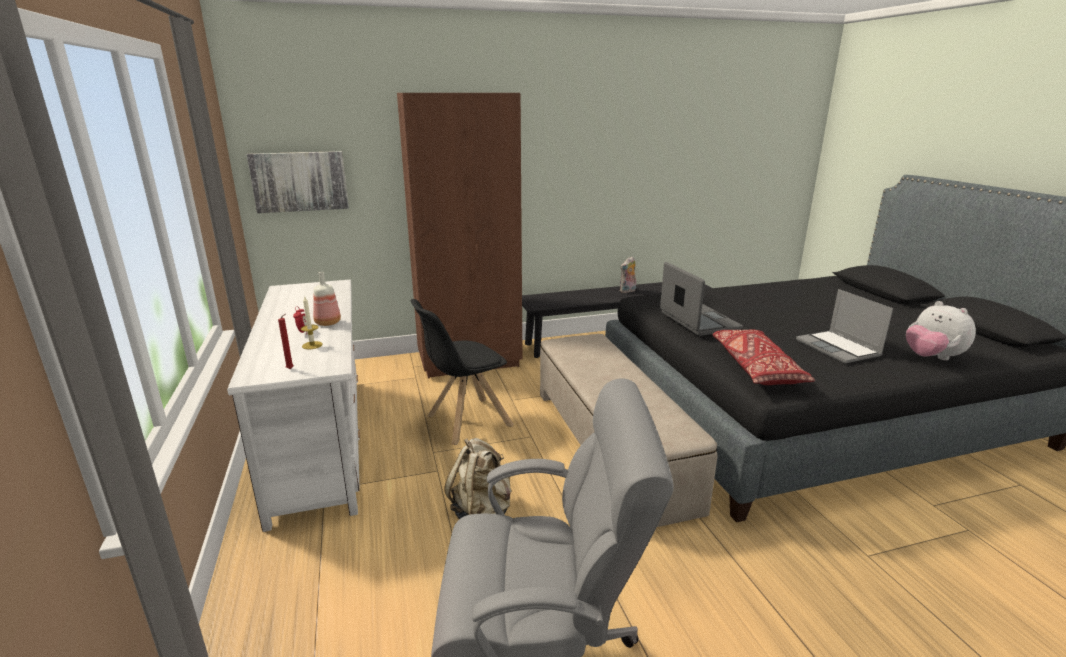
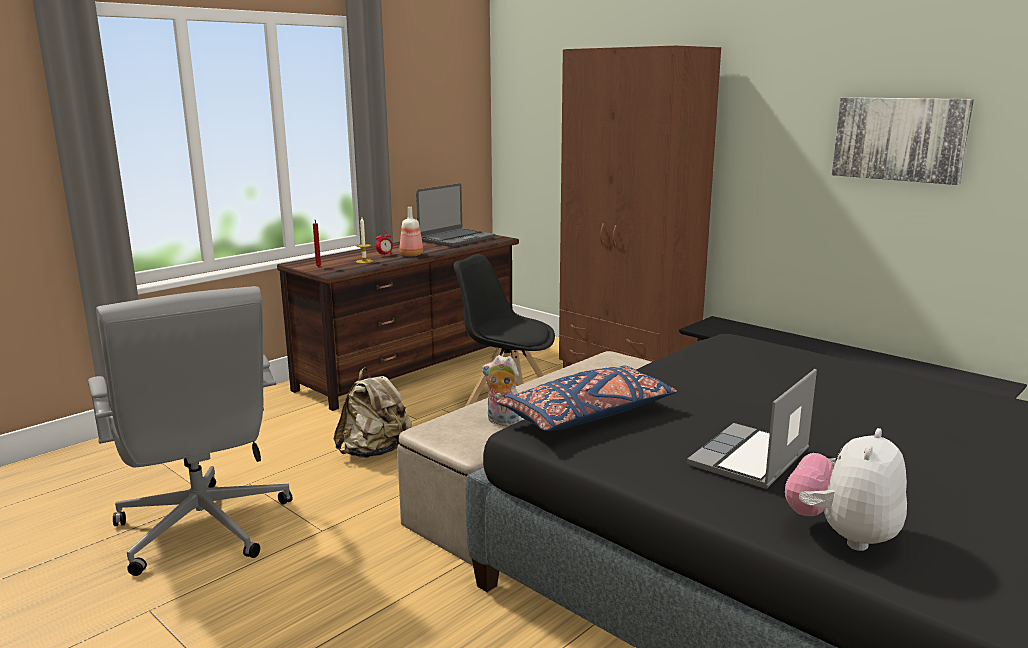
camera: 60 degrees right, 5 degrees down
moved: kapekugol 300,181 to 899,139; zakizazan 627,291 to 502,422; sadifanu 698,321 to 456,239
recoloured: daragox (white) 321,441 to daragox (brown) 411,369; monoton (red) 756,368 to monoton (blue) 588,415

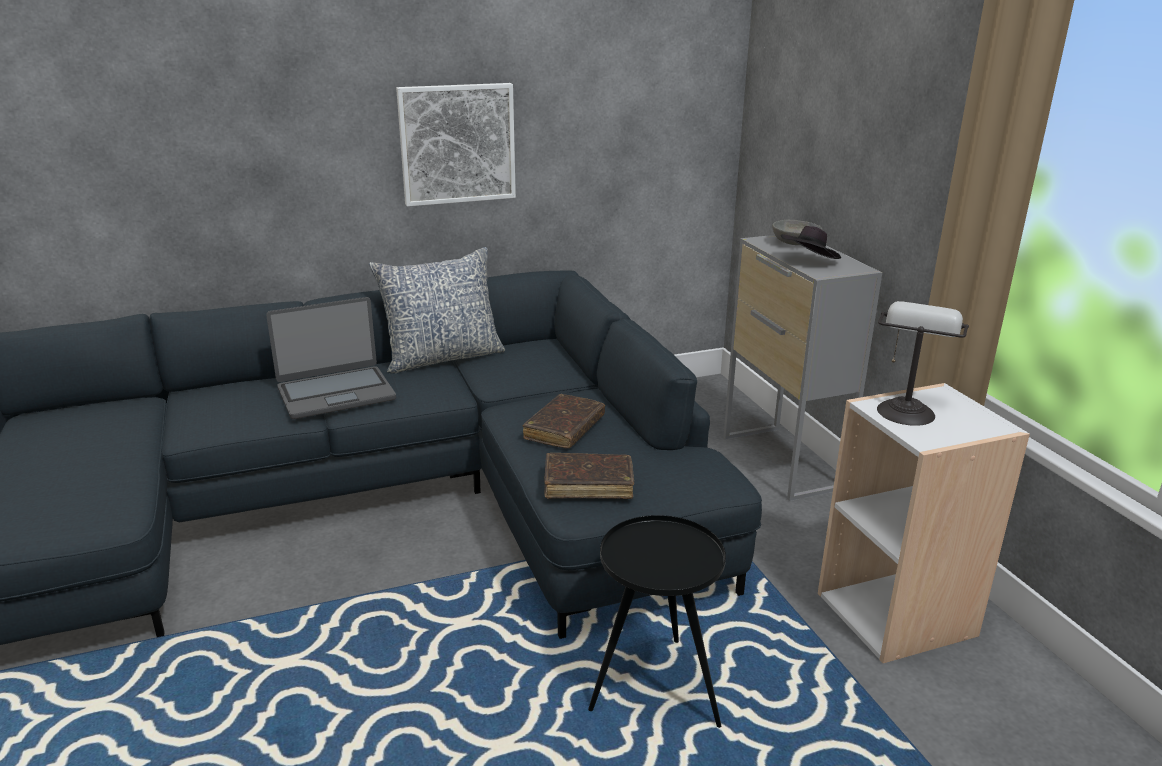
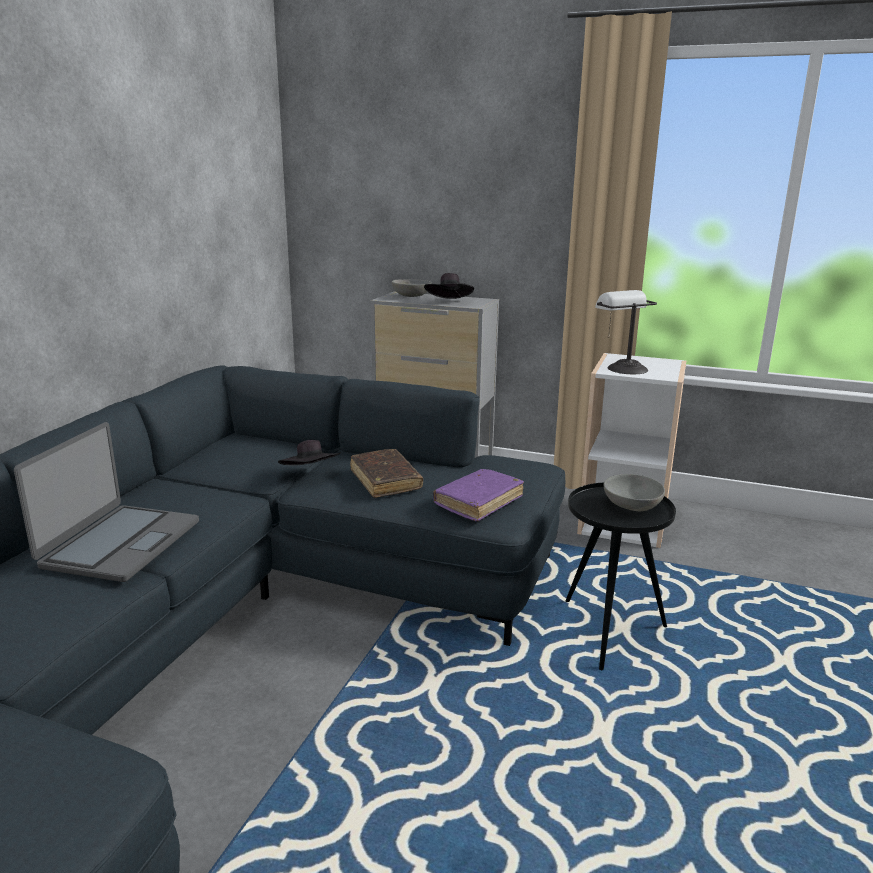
camera: 50 degrees left, 5 degrees down
removed: kapekugol 457,144; monoton 442,357
added: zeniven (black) 311,474; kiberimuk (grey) 631,506
recoloured: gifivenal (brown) 588,484 to gifivenal (purple) 478,502

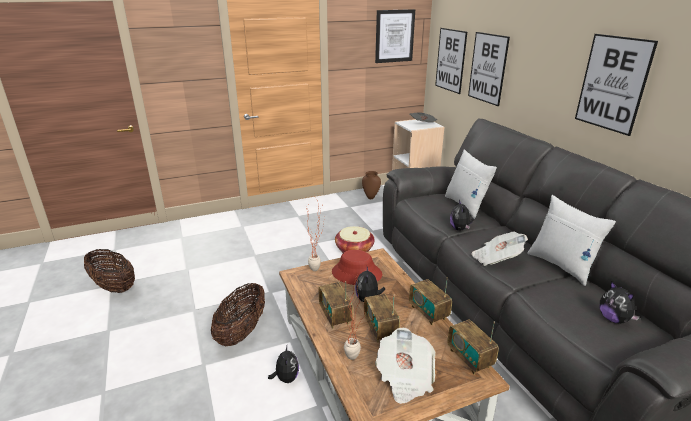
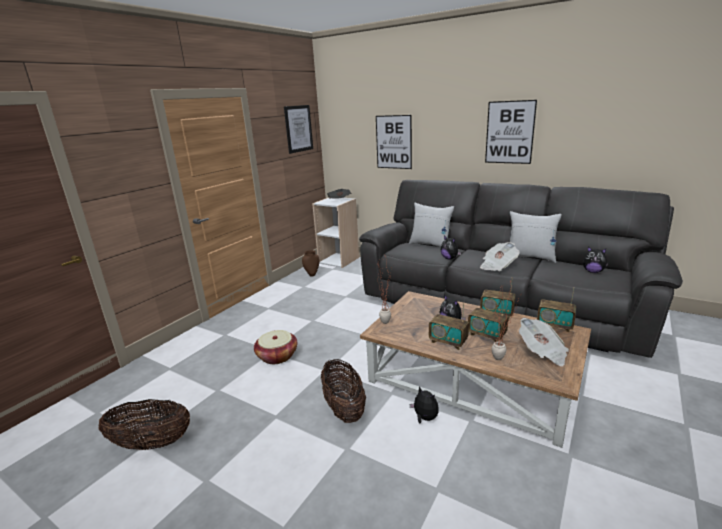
camera: 35 degrees left, 5 degrees down
removed: kapekugol 450,60; zeniven (red) 356,273
moved: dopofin 354,250 to 277,356

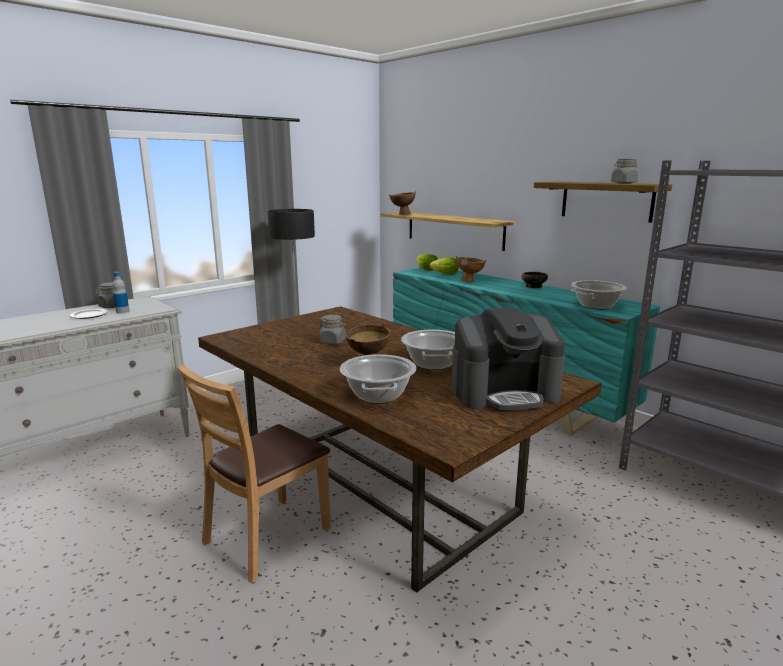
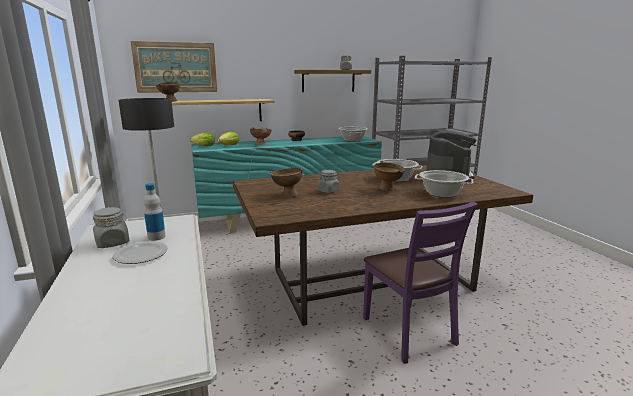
camera: 65 degrees left, 0 degrees up
added: kapekugol 176,67; kiberimuk (brown) 286,195
recoloured: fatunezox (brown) 266,537 to fatunezox (purple) 408,332

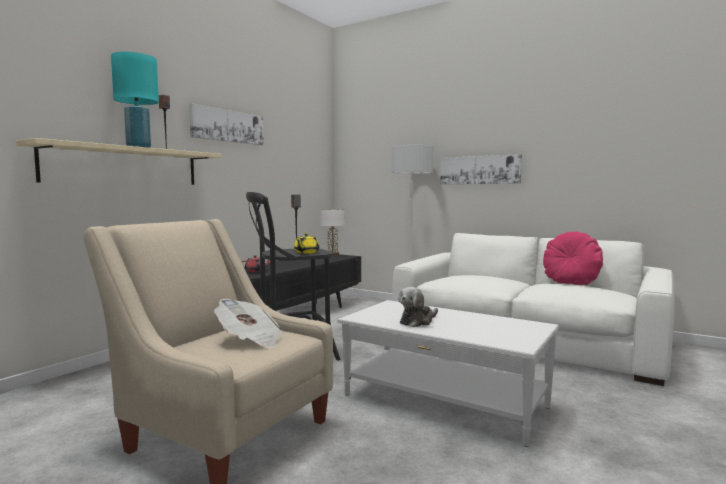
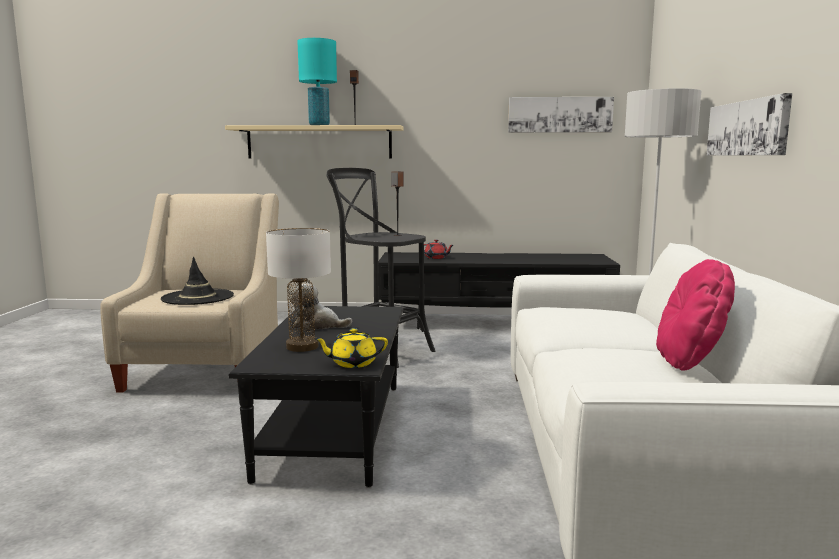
camera: 60 degrees right, 5 degrees up
moved: kapekugol 227,126 to 560,115; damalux 333,255 to 302,347; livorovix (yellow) 306,253 to 352,363
replaced: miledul 250,340 to zeniven (black) 198,297
recoloured: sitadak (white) 445,401 to sitadak (black) 334,429

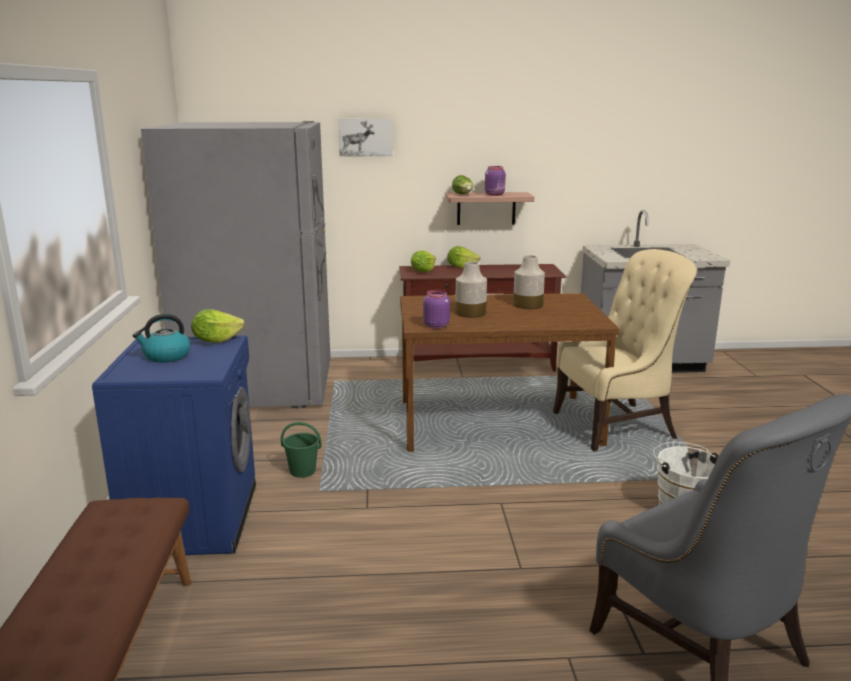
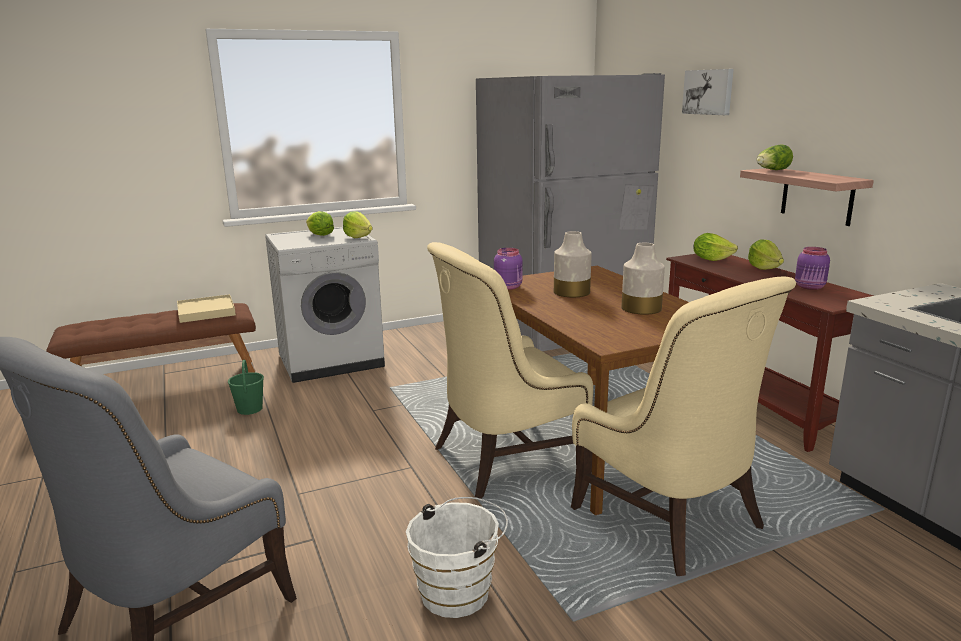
camera: 70 degrees right, 0 degrees up
added: fatunezox (beige) 505,459; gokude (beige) 206,311
moved: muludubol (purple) 495,194 to 810,287; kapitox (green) 303,471 to 249,409
replaced: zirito 166,356 to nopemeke 320,235
recoloured: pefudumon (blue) 197,519 to pefudumon (white) 332,362

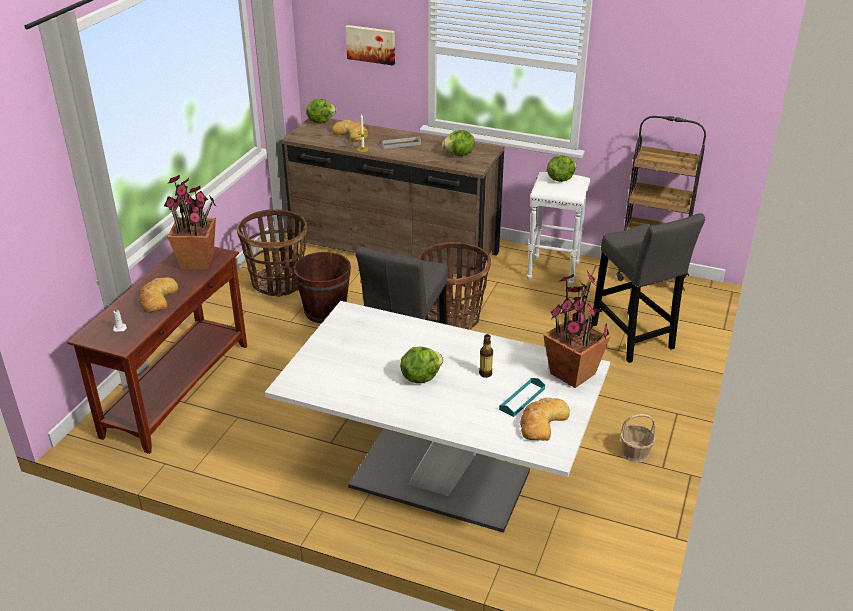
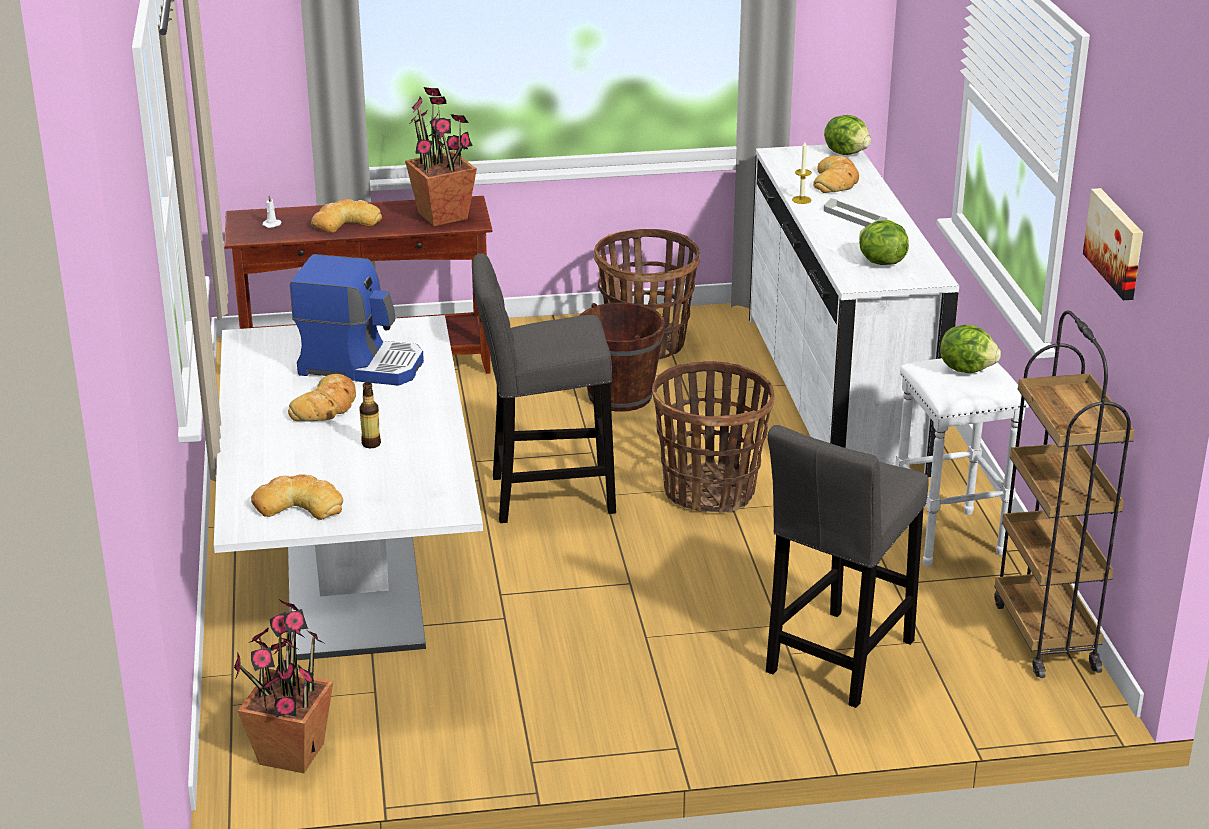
camera: 60 degrees right, 5 degrees down
removed: gokude (turquoise) 522,399; dopofin 635,452
added: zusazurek 361,364
moved: kapekugol 371,44 to 1117,243; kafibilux 572,374 to 290,754
replaced: nopemeke 420,377 to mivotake 327,406
recoloured: daragox (brown) 395,248 to daragox (white) 836,393

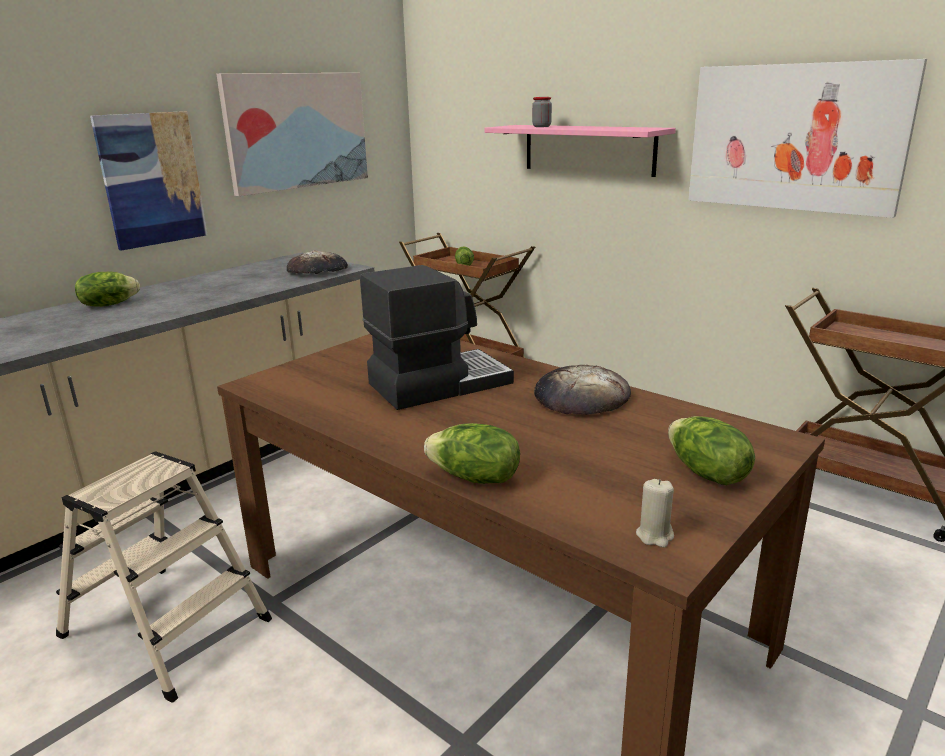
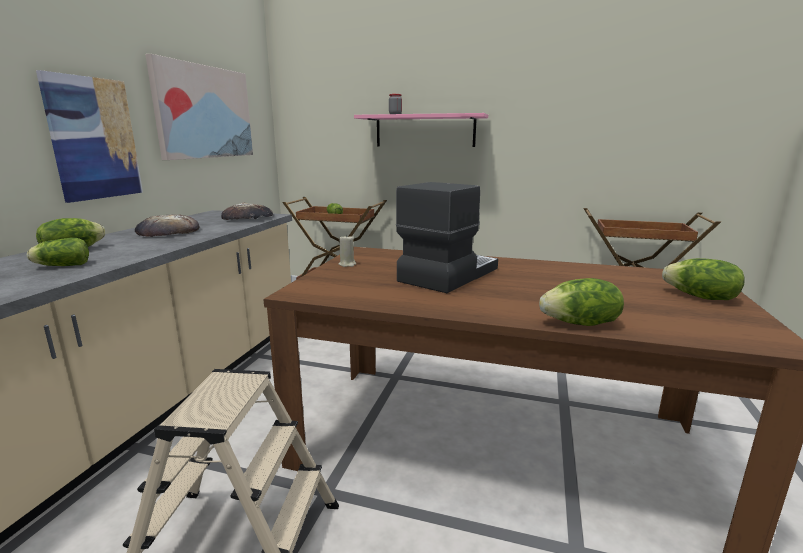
camera: 25 degrees left, 5 degrees down
removed: kapekugol 794,137
added: nopemeke 61,266
moved: mivotake 581,397 to 168,231; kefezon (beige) 655,535 to 347,264

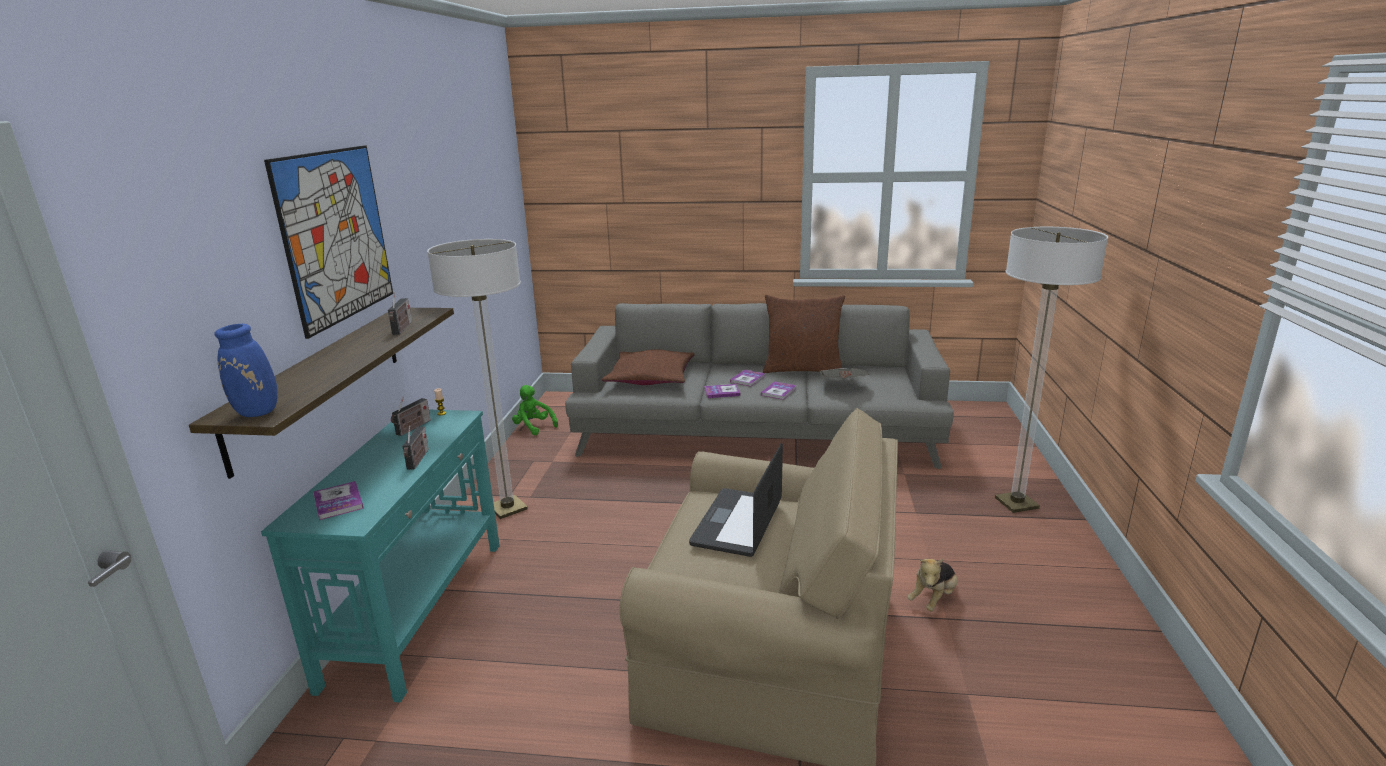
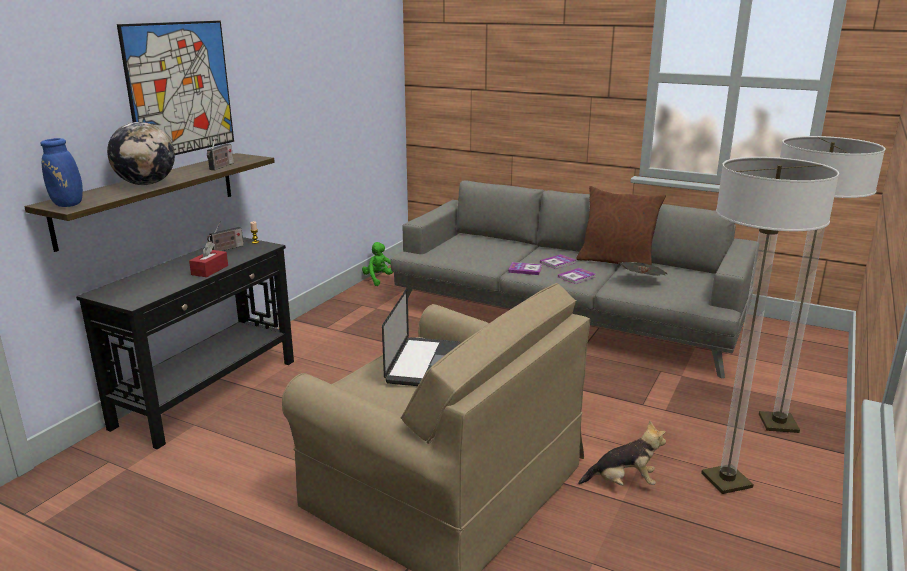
camera: 20 degrees right, 0 degrees up
removed: monoton (brown) 650,378; gifivenal 338,502
added: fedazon 146,184
moved: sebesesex 508,508 to 726,481
replaced: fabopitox 418,460 to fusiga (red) 210,270
recoloured: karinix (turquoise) 419,609 to karinix (black) 209,392
turned: sadifanu 737,523 = 424,364 150 degrees clockwise; zakizazan 933,599 = 623,483 150 degrees counterclockwise

